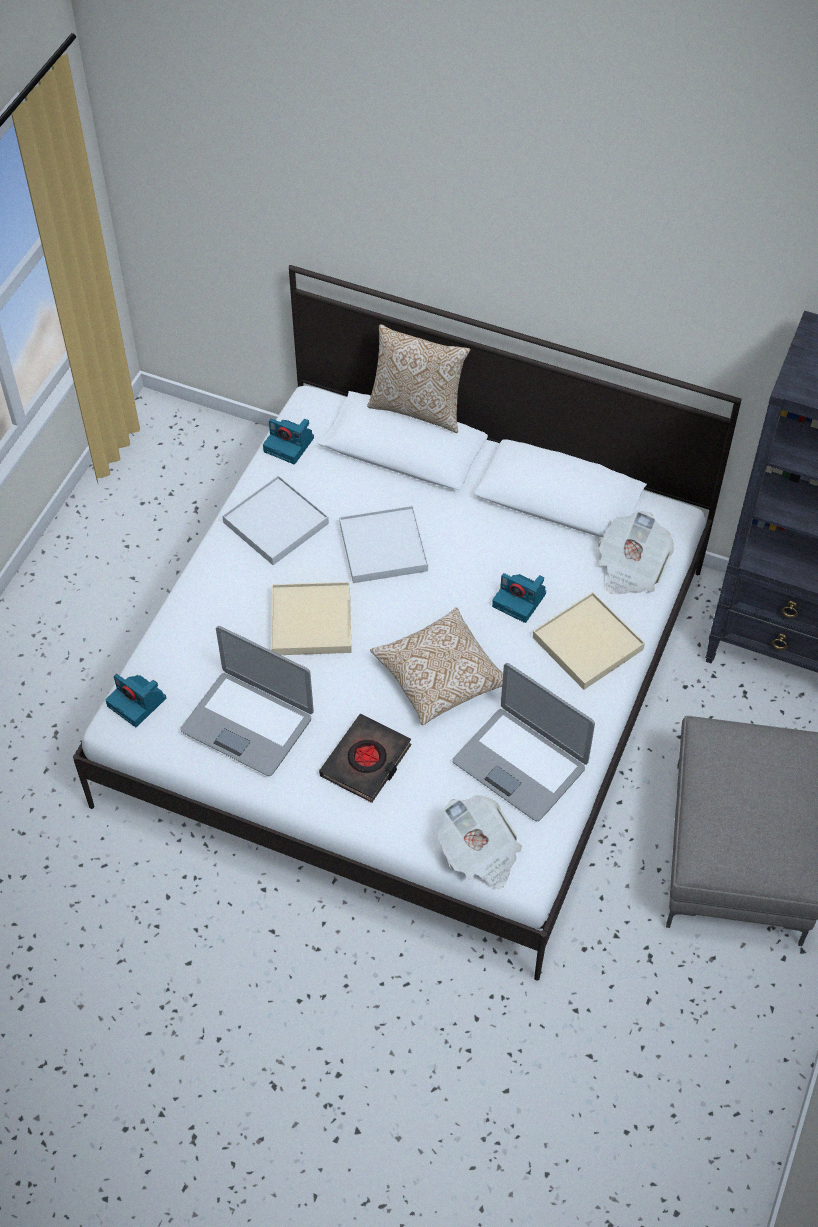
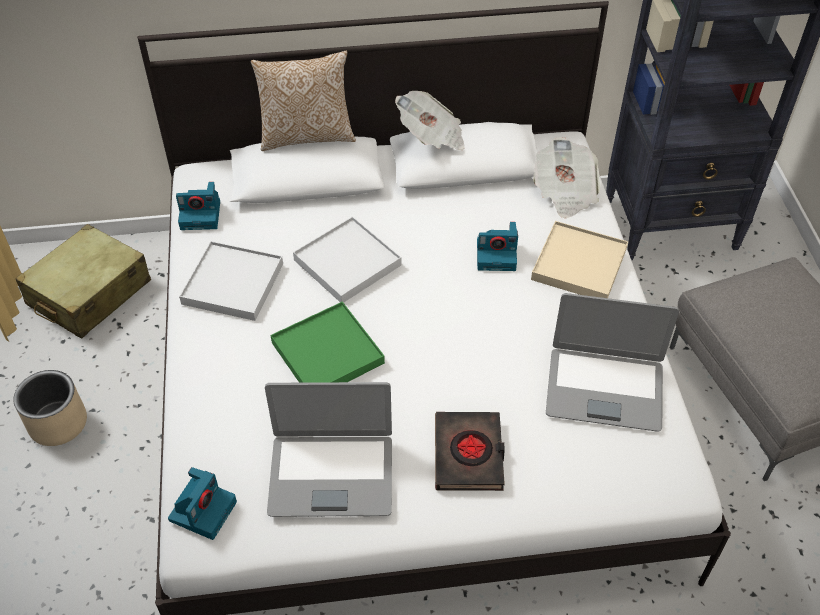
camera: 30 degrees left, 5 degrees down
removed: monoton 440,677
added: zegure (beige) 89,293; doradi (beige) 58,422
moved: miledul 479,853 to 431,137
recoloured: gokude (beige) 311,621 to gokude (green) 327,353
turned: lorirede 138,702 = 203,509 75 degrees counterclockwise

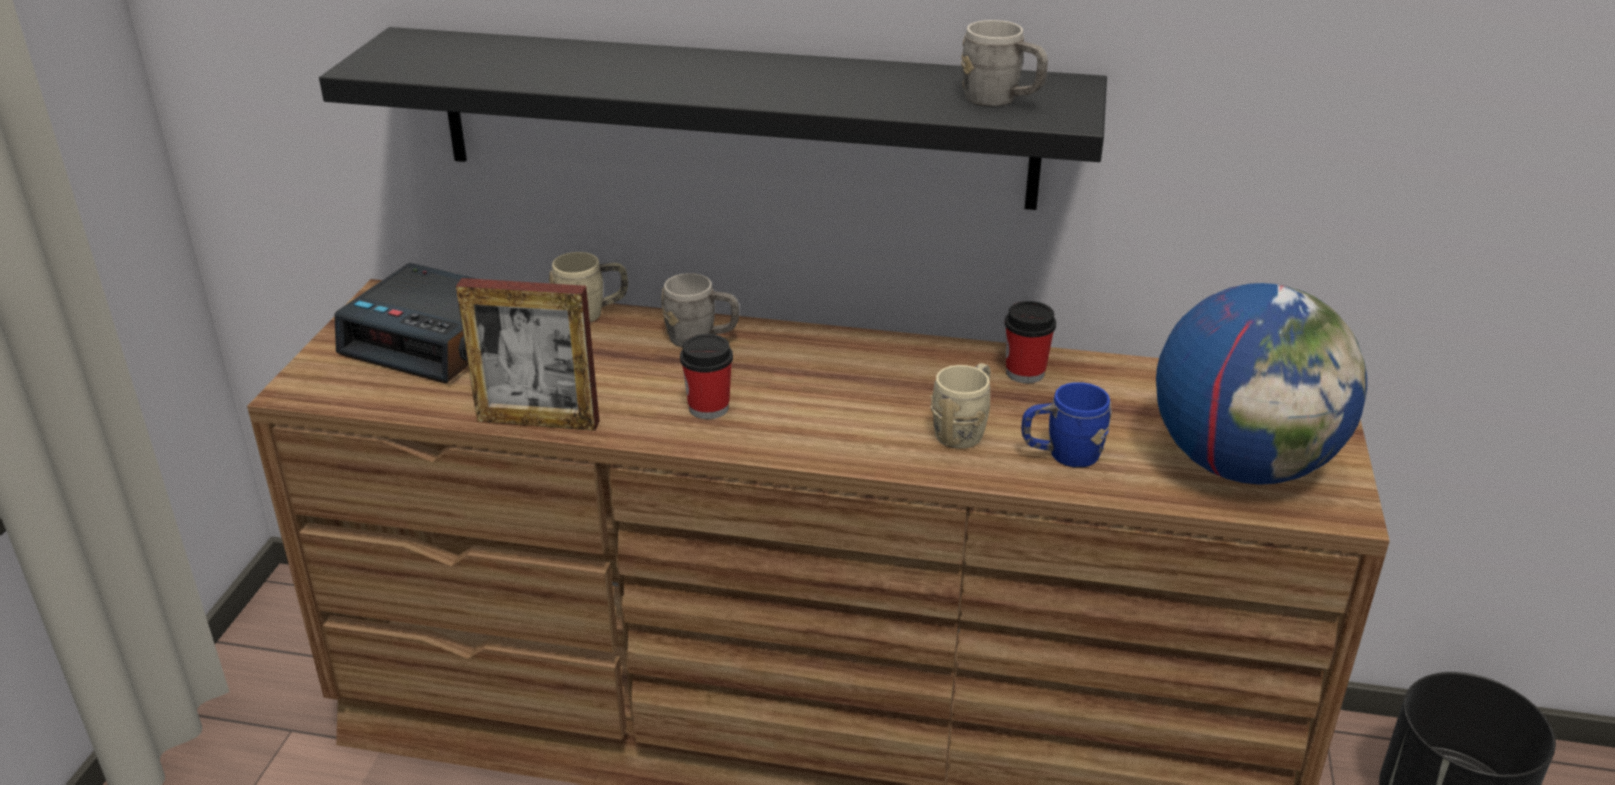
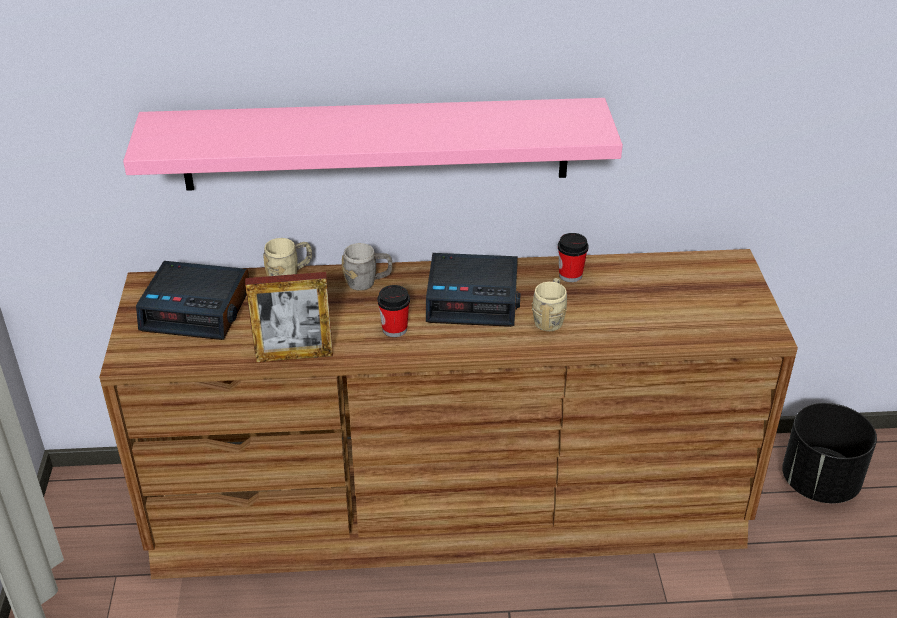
camera: 15 degrees left, 5 degrees up
removed: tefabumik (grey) 1001,101; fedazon 1242,464; tefabumik (blue) 1062,455
added: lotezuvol 473,299
recoloured: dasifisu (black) 734,118 to dasifisu (pink) 376,144

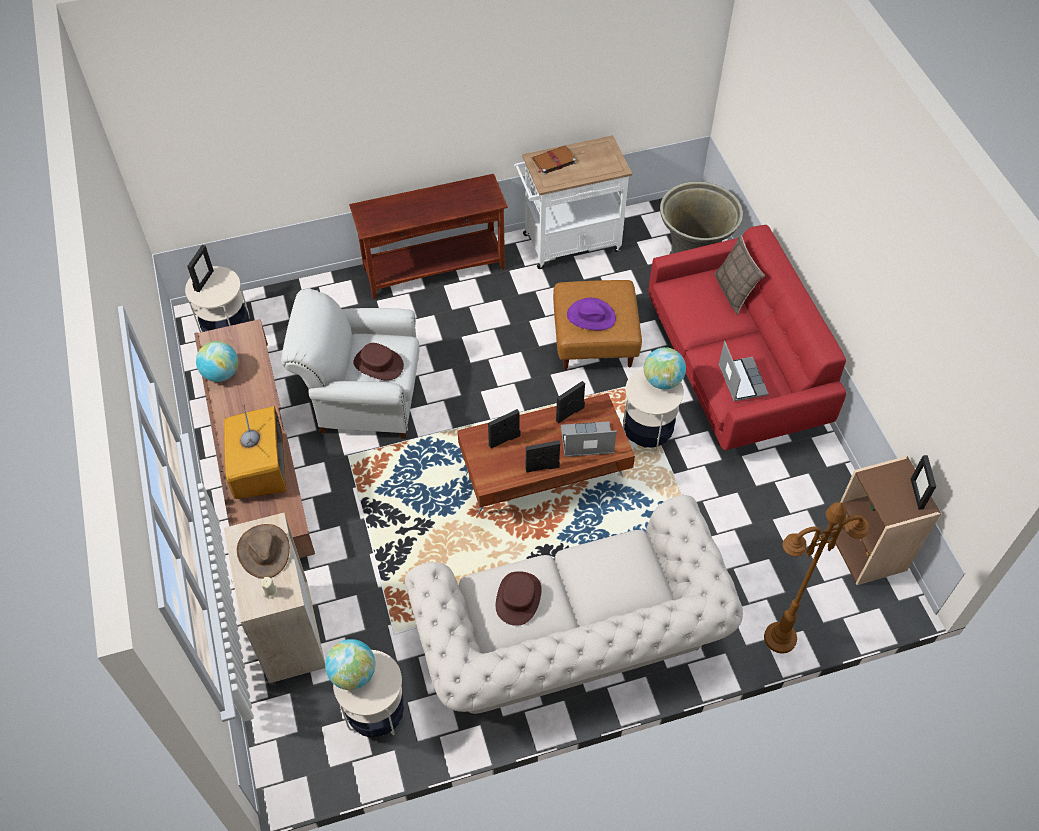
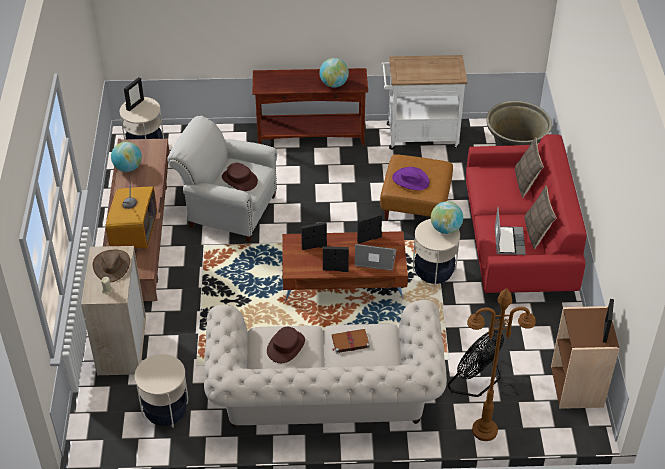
camera: 15 degrees right, 10 degrees down
added: monoton 536,233; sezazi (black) 483,381
moved: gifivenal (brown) 553,161 to 349,342; fedazon 353,674 to 334,84

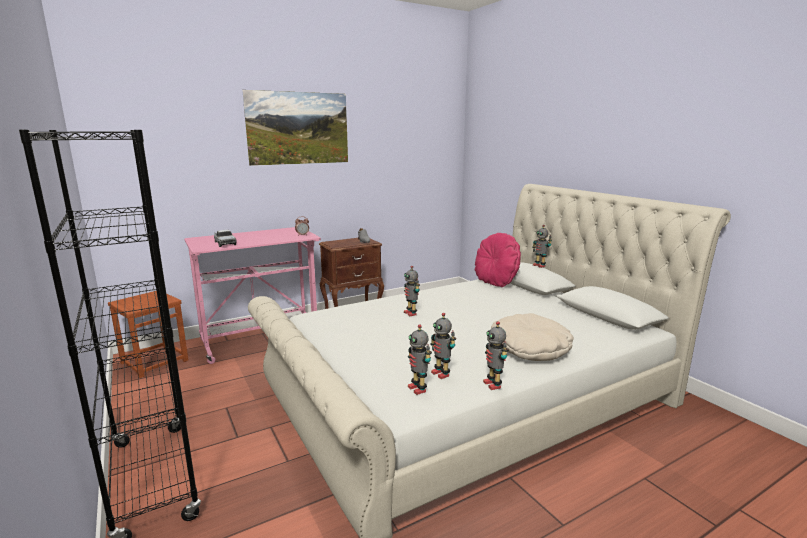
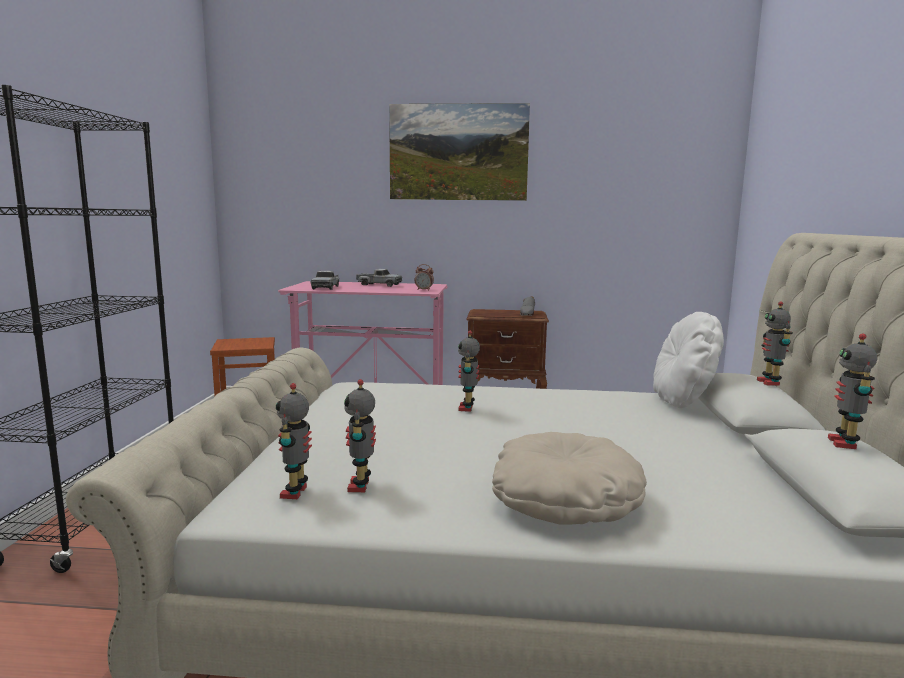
camera: 35 degrees right, 5 degrees down
added: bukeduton 379,285
moved: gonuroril 493,384 to 845,443
recoloured: monoton (pink) 495,283 to monoton (white) 682,402

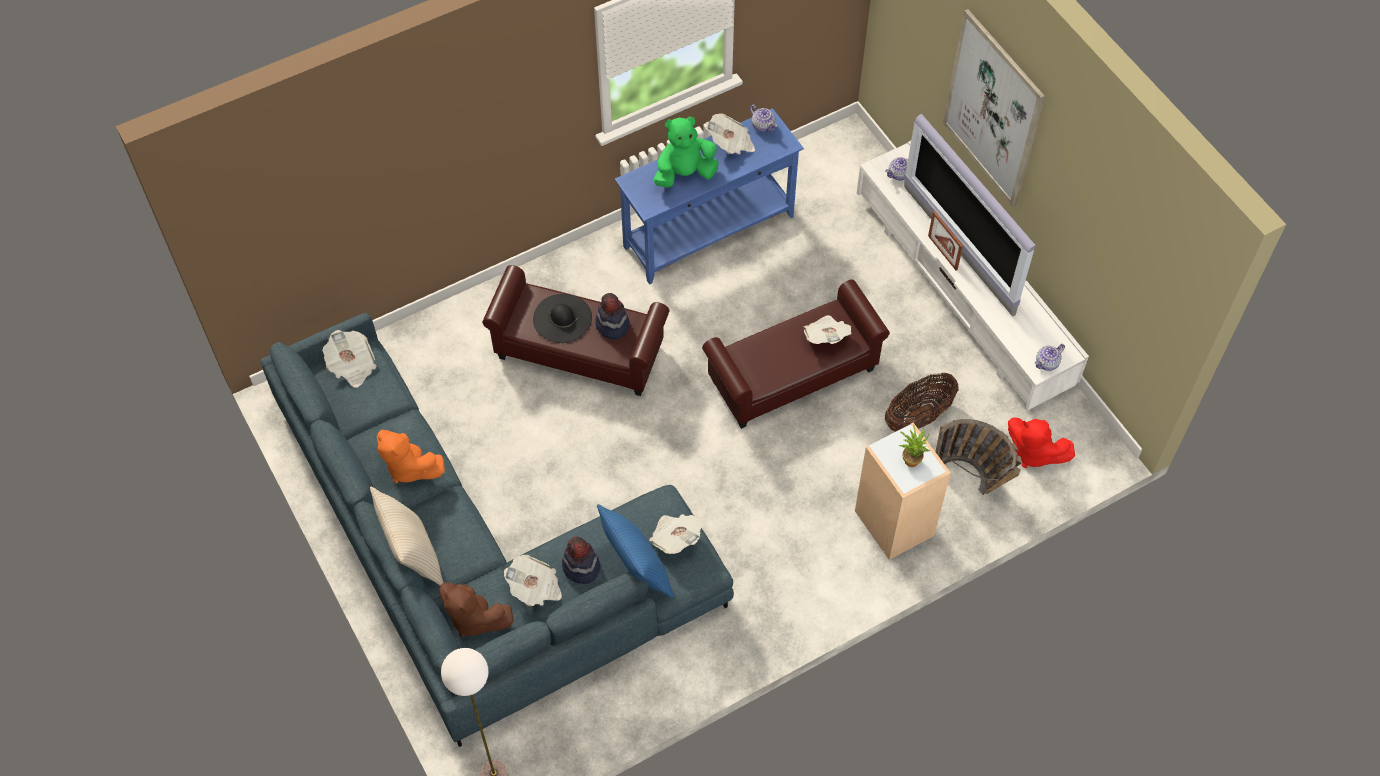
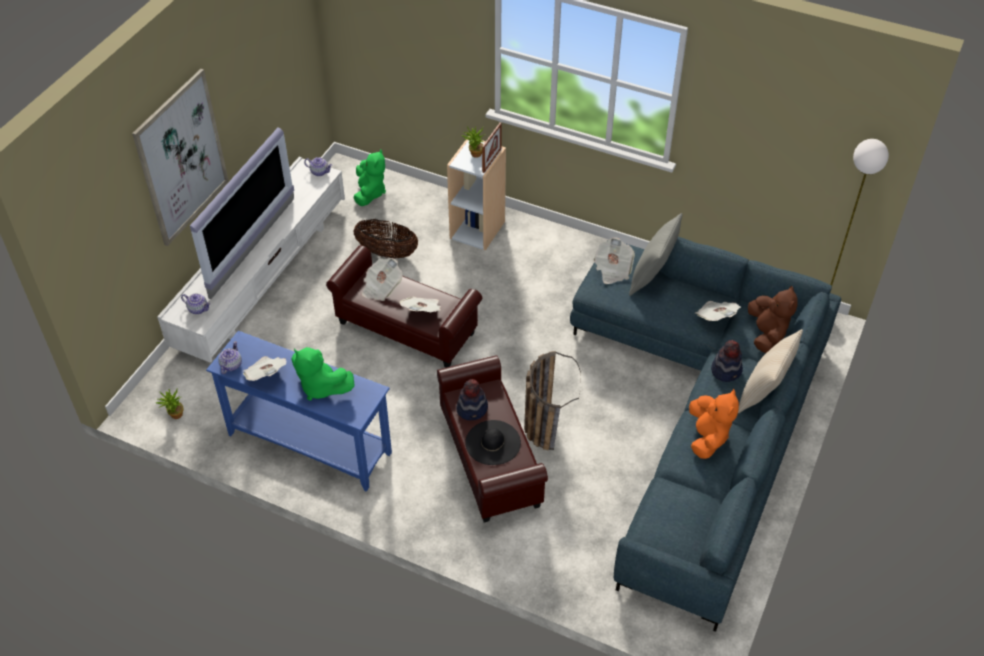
camera: 125 degrees left, 10 degrees down
added: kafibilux 174,416
moved: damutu 942,252 to 492,160; miledul 352,366 to 422,312; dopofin 974,480 to 543,421; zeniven 581,567 to 726,370
recoloured: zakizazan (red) 1033,452 to zakizazan (green) 370,193; monoton (blue) 636,570 to monoton (grey) 652,276

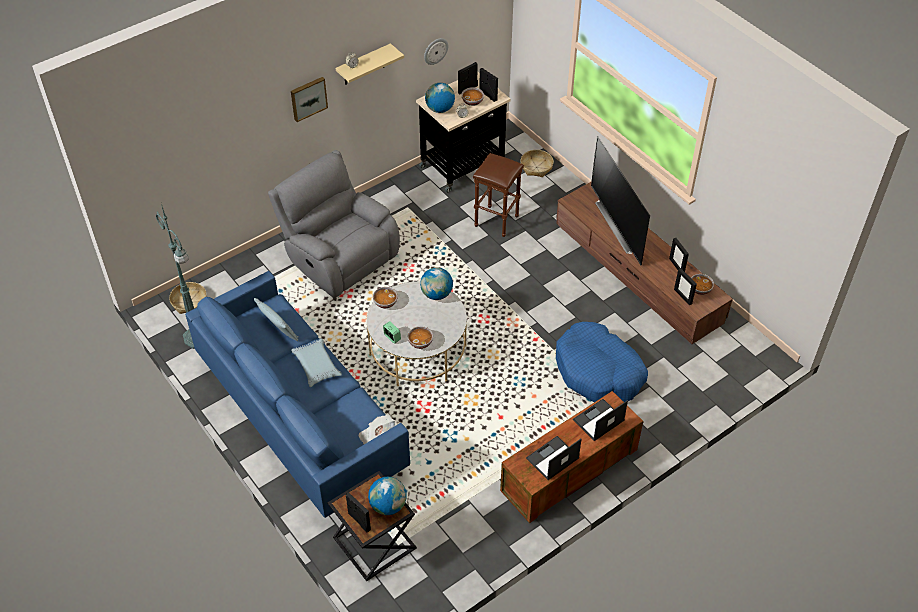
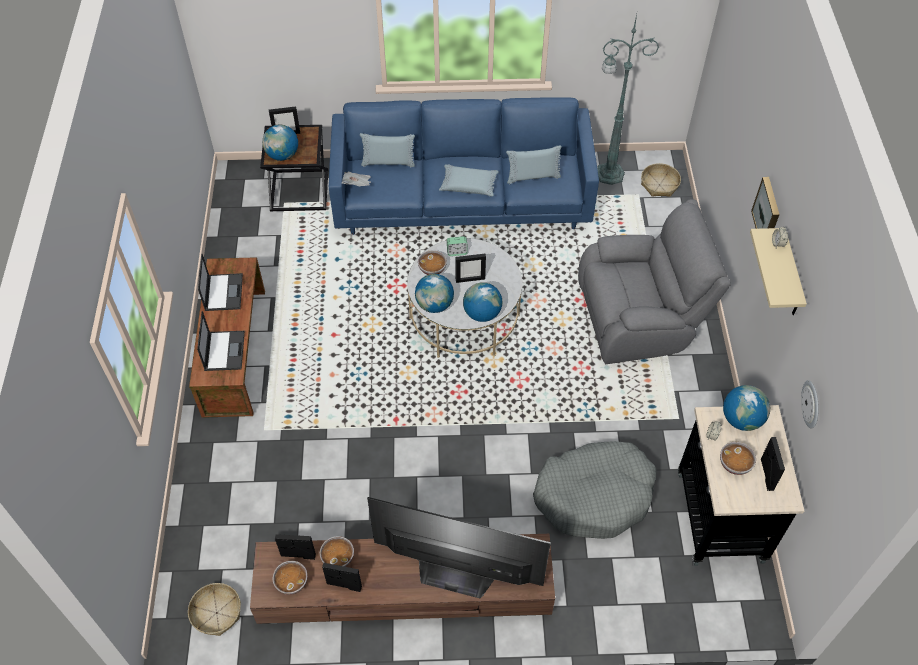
camera: 125 degrees right, 5 degrees up
removed: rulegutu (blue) 598,372
added: monoton (blue) 388,162; fedazon 434,305
moved: damutu 488,95 to 470,279; dopofin 536,167 to 216,613; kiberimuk 385,303 to 338,557
replaced: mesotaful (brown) 497,220 to rulegutu (grey) 594,495

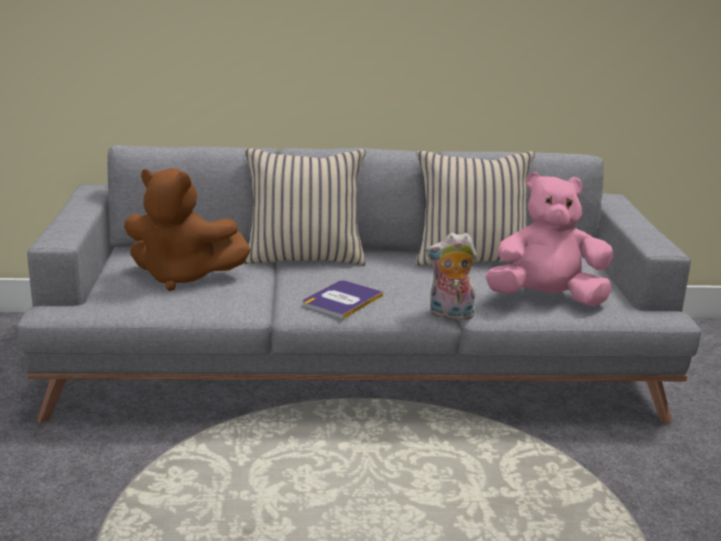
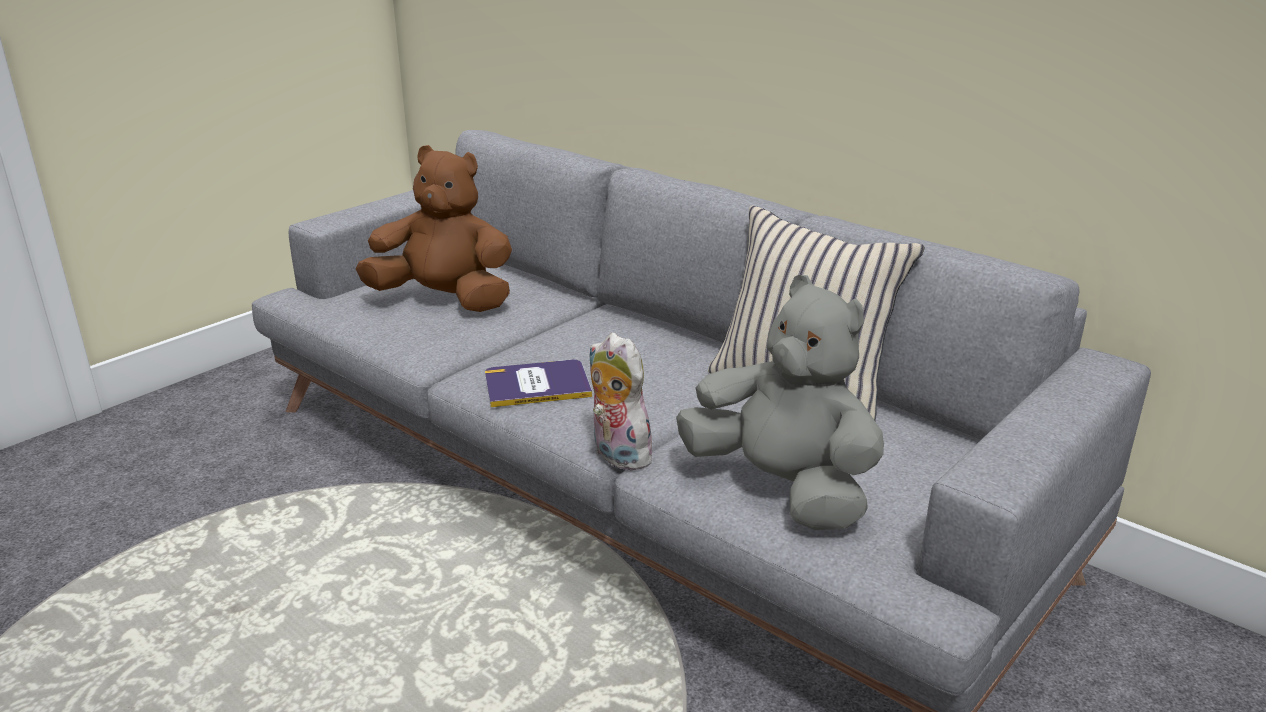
camera: 45 degrees right, 5 degrees up
removed: monoton (beige) 304,258
recoloured: zakizazan (pink) 546,299 to zakizazan (grey) 782,488
turned: zakizazan (brown) 182,277 = 445,300 135 degrees clockwise

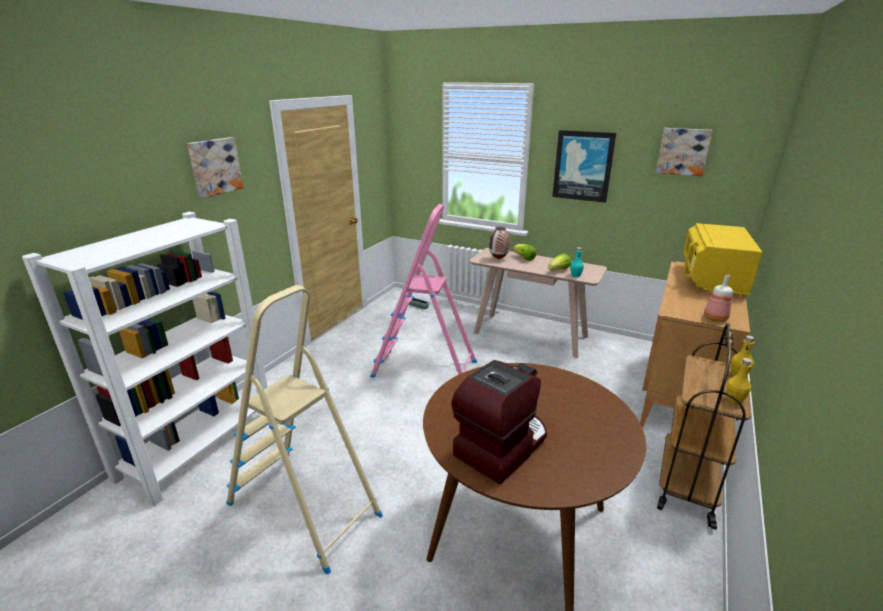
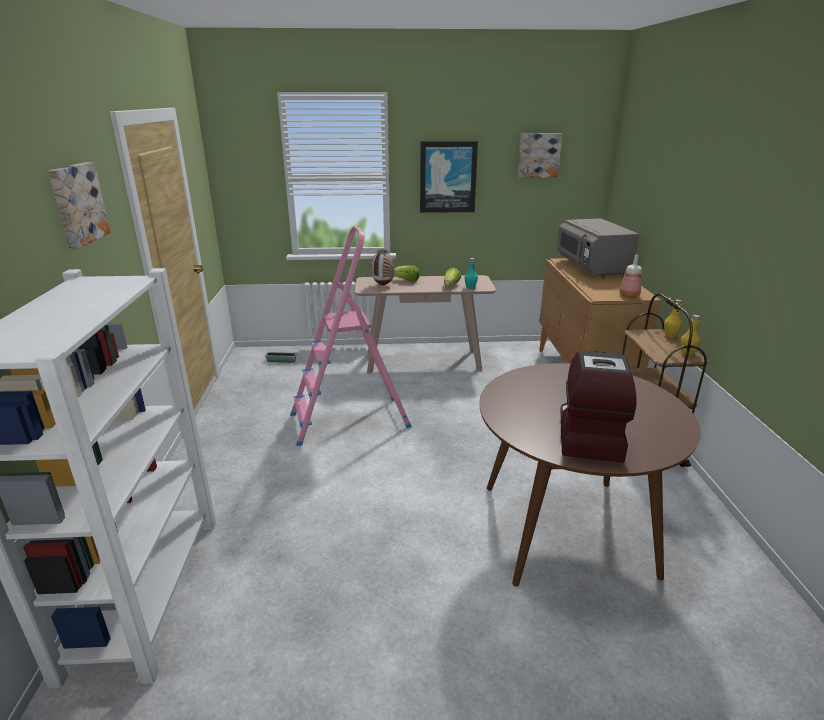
camera: 30 degrees left, 0 degrees up
removed: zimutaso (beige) 302,508
recoloured: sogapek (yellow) 711,279 to sogapek (grey) 591,268

